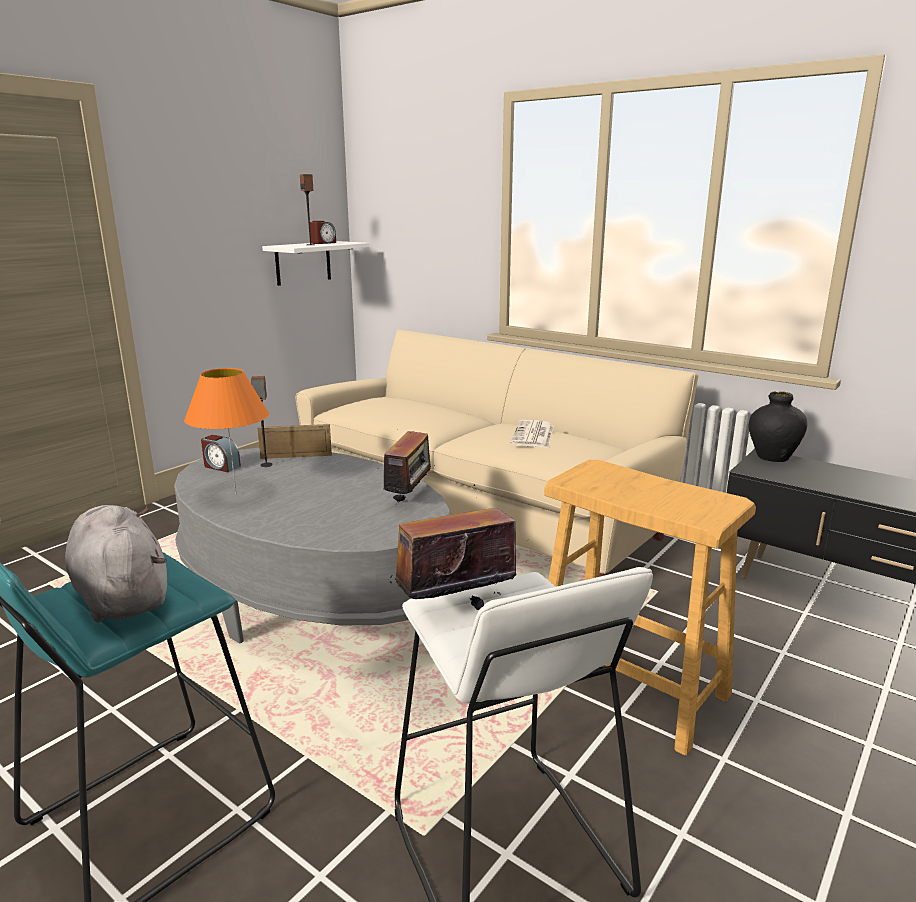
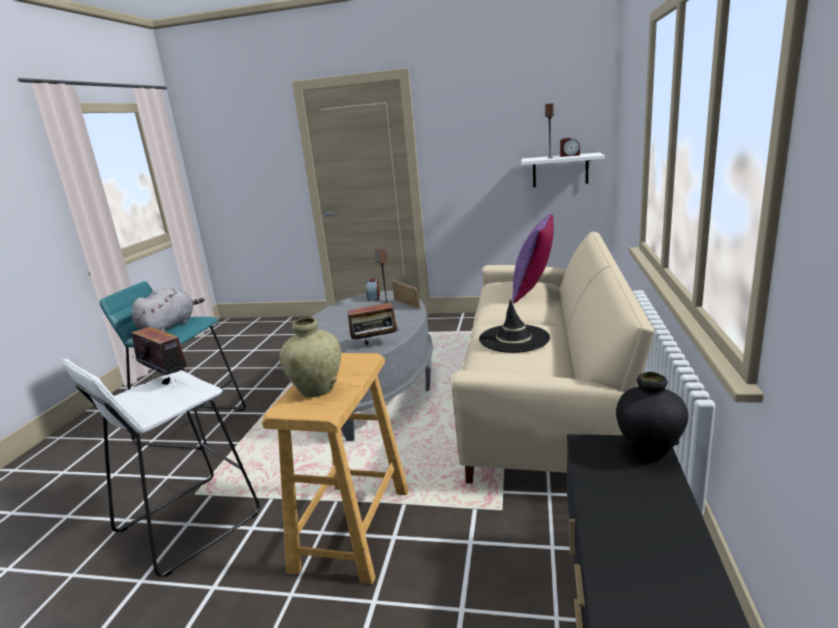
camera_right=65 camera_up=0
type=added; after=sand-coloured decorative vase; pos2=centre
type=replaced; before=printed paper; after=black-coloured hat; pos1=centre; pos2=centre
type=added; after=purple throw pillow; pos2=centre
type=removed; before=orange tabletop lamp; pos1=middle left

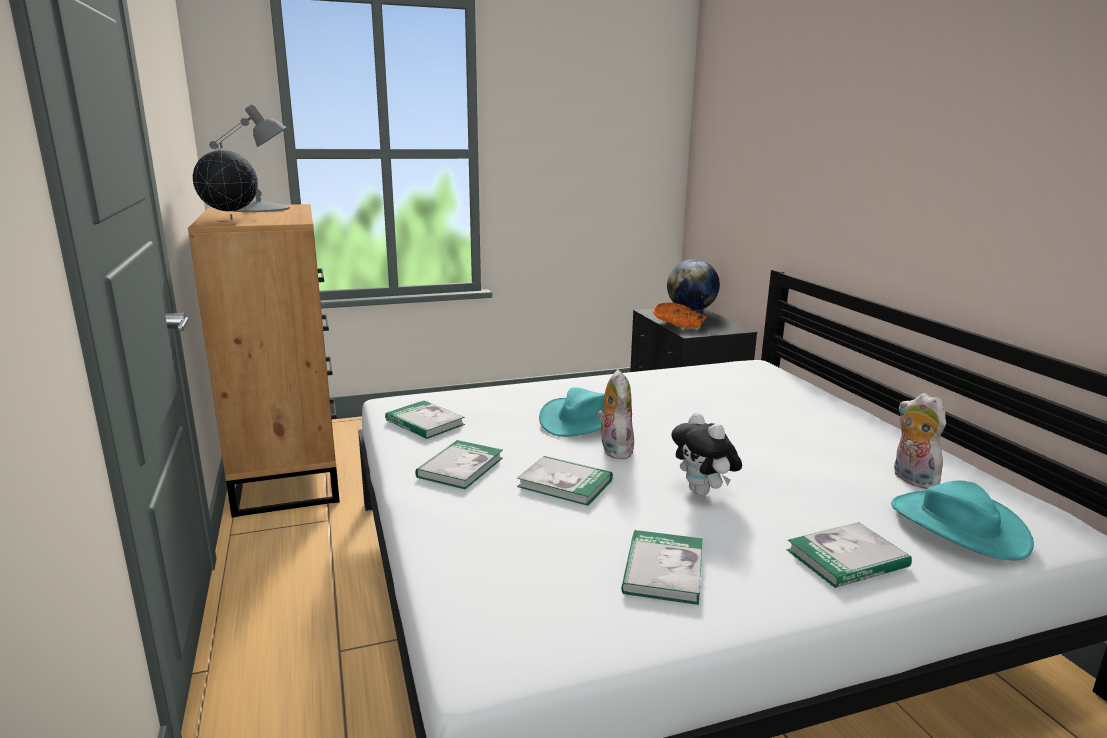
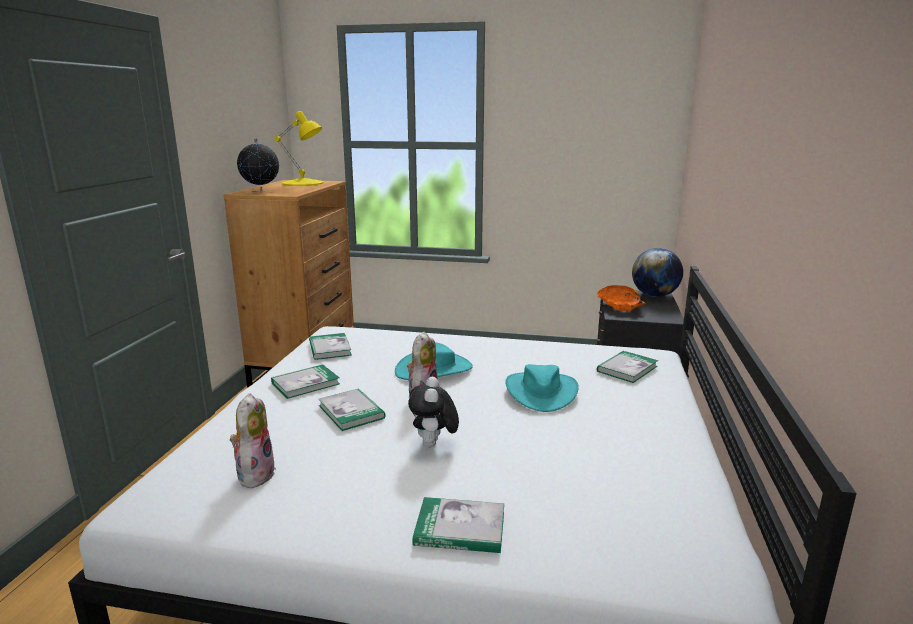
camera_right=30 camera_up=0
type=moved; before=cuddly toy (3rd from left in the first image); after=cuddly toy (1st from left); pos1=middle right; pos2=bottom left
type=recoloured; before=gray tabletop lamp; after=yellowish tabletop lamp; pos1=top left; pos2=top left
type=moved; before=blue-green hat (2nd from left); pos1=bottom right; pos2=centre
type=moved; before=bound book (4th from left in the first image); after=bound book (5th from left); pos1=bottom centre; pos2=middle right

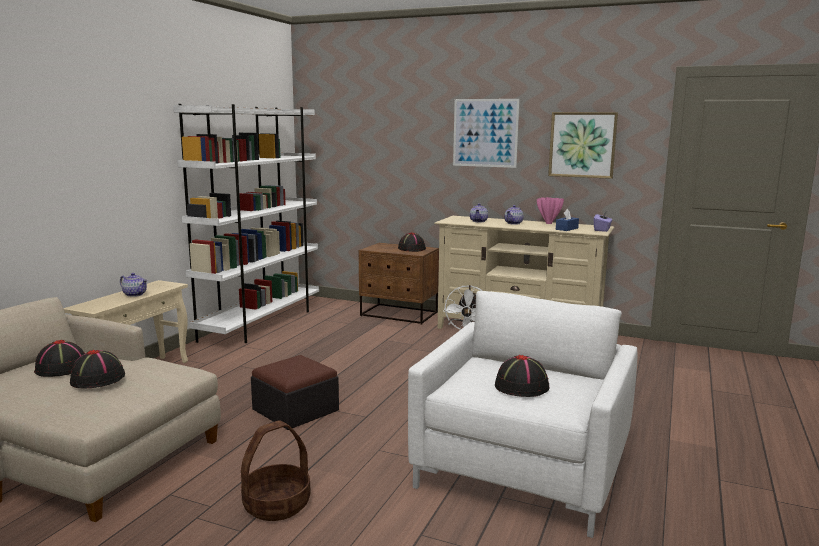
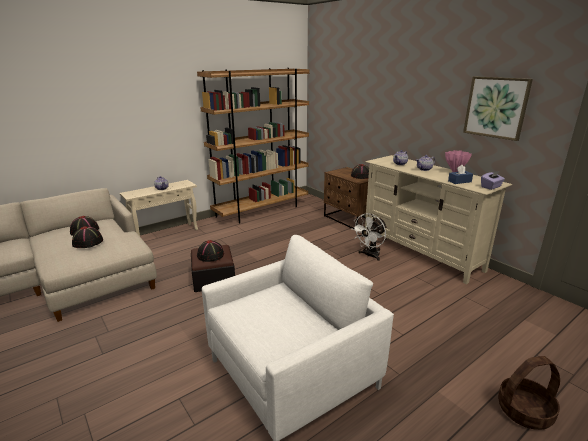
camera_right=30 camera_up=10
type=recoloured; before=whitish bookcase; after=brownish bookcase; pos1=middle left; pos2=top centre
type=moved; before=black-coloured hat (4th from left in the first image); after=black-coloured hat (3rd from left); pos1=bottom centre; pos2=centre
type=moved; before=storage basket; pos1=bottom centre; pos2=bottom right
type=removed; before=wall art (1st from left); pos1=top centre

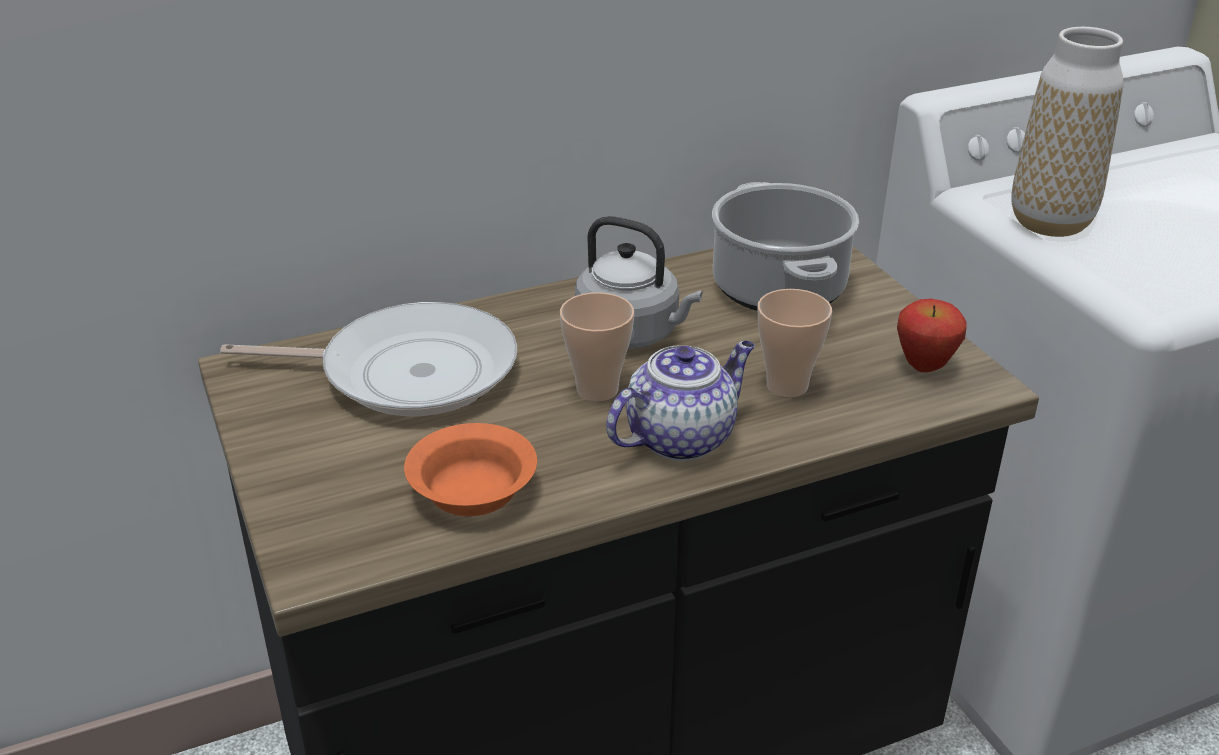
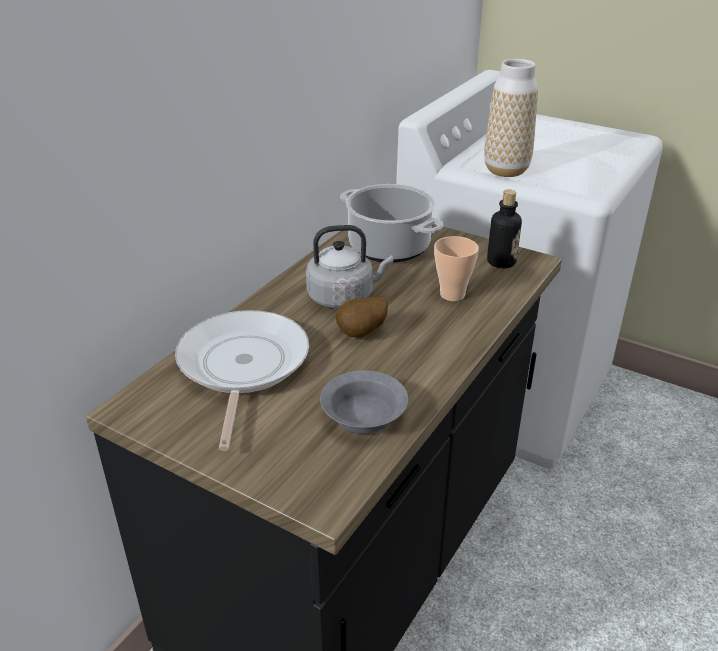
camera_right=-35 camera_up=0
type=turned; before=frying pan; pos1=middle left; pos2=centre; turn=-60
type=recoloured; before=orange bowl; after=gray bowl; pos1=centre; pos2=centre
type=replaced; before=drinking cup (1st from left); after=potato; pos1=centre; pos2=centre
type=replaced; before=whole apple; after=beverage bottle; pos1=middle right; pos2=middle right
type=removed; before=tea pot; pos1=centre

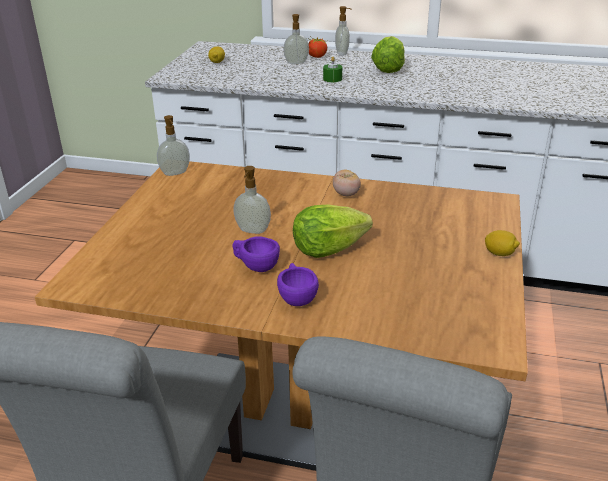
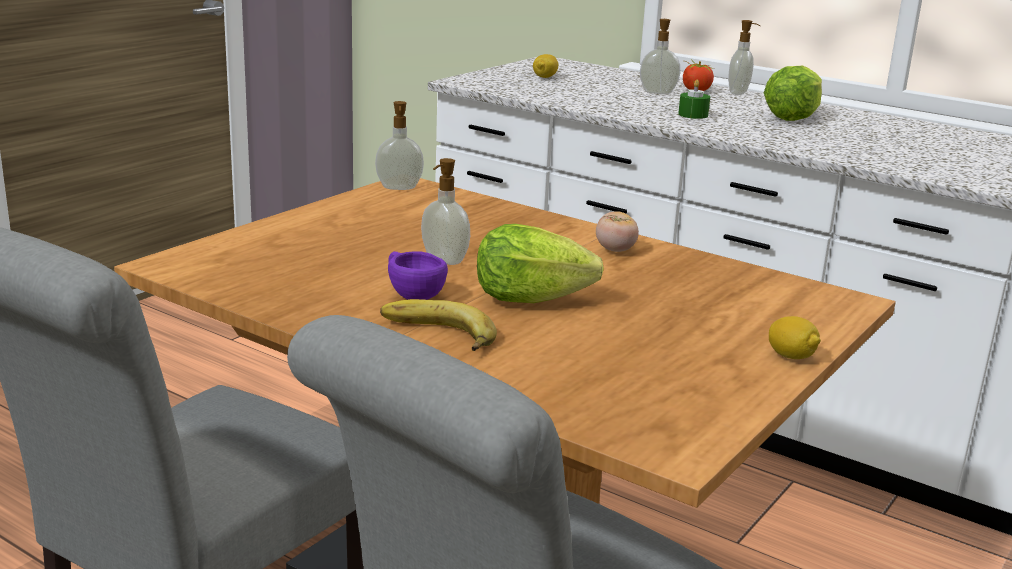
camera_right=20 camera_up=-10
type=replaced; before=purple drinking cup (2nd from left); after=whole banana; pos1=centre; pos2=centre

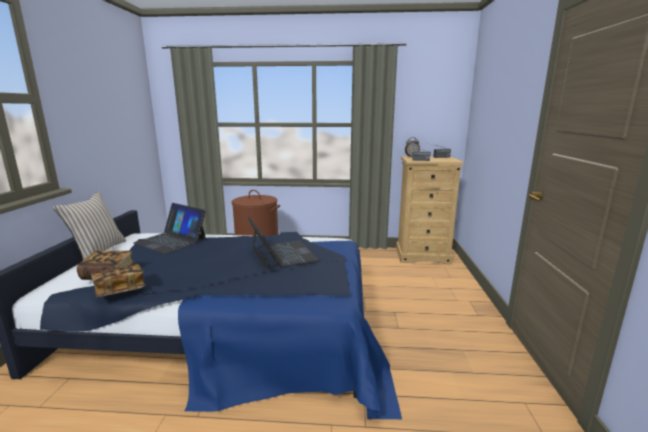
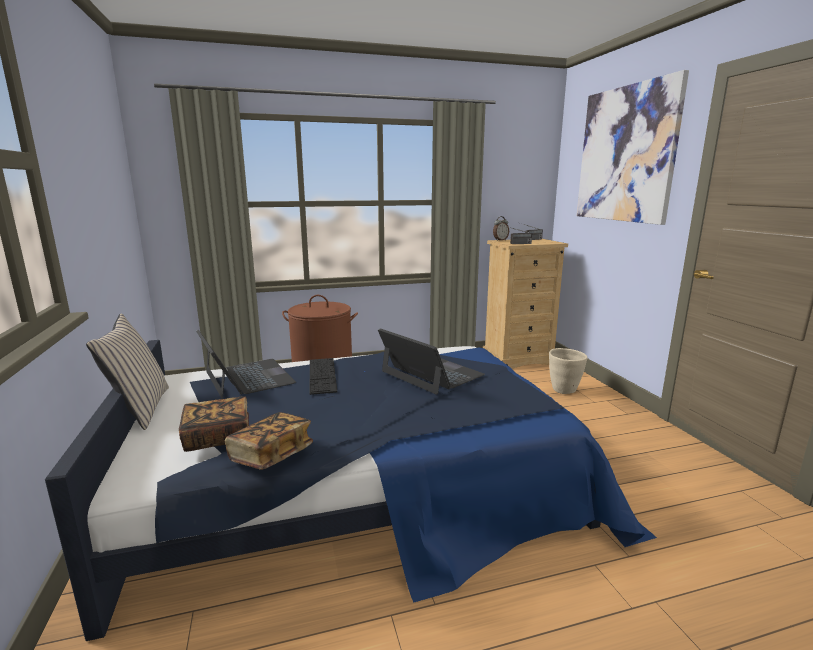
camera_right=-20 camera_up=0
type=turned; before=laptop (1st from left); pos1=middle left; pos2=middle left; turn=-135
type=added; after=computer keyboard; pos2=centre
type=added; after=sand-coloured flower pot; pos2=middle right
type=added; after=wall art; pos2=top right

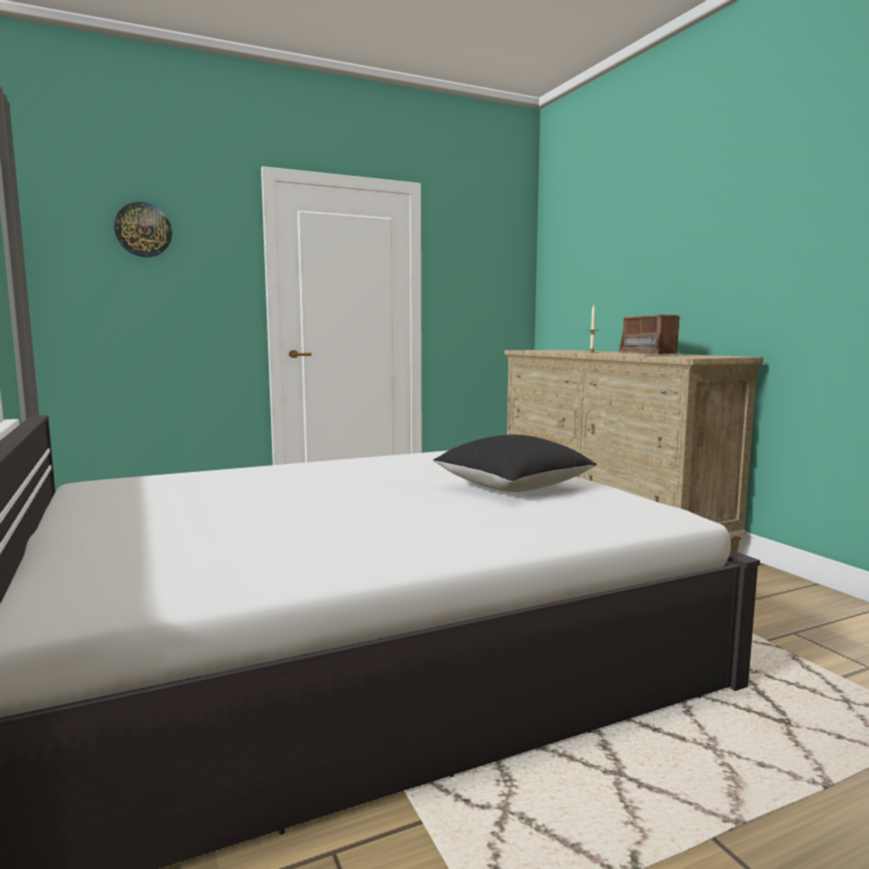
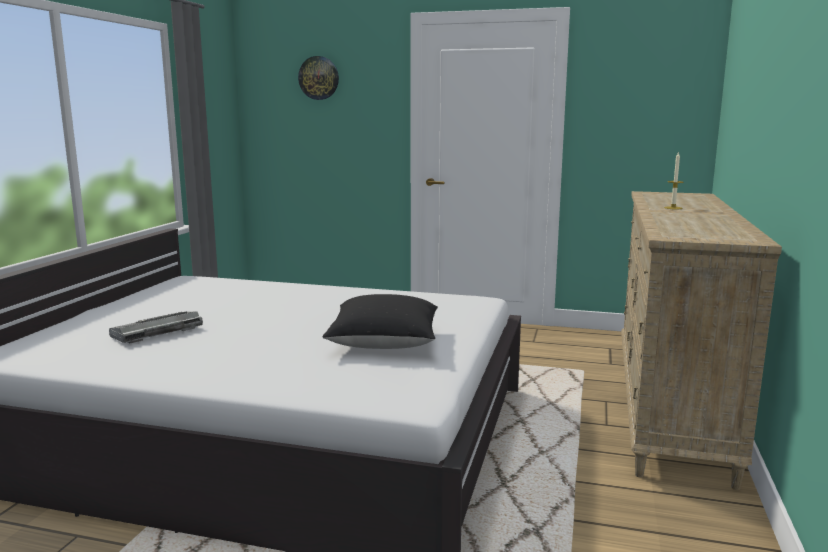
camera_right=40 camera_up=5
type=added; after=computer keyboard; pos2=middle left
type=removed; before=radio receiver; pos1=middle right

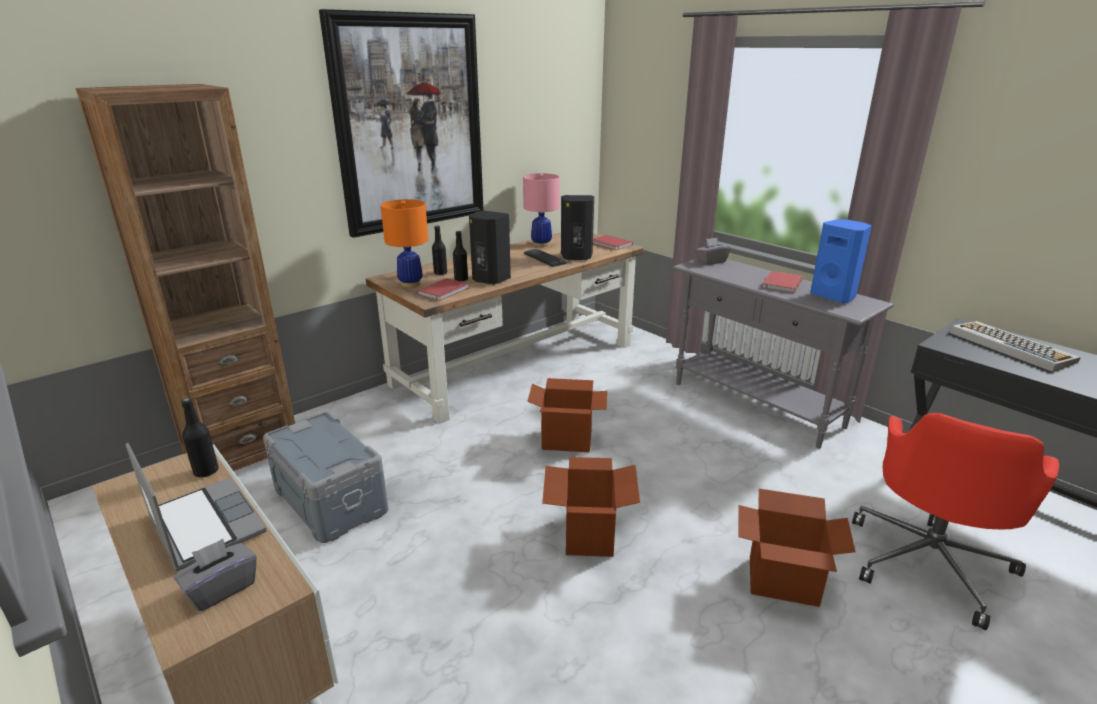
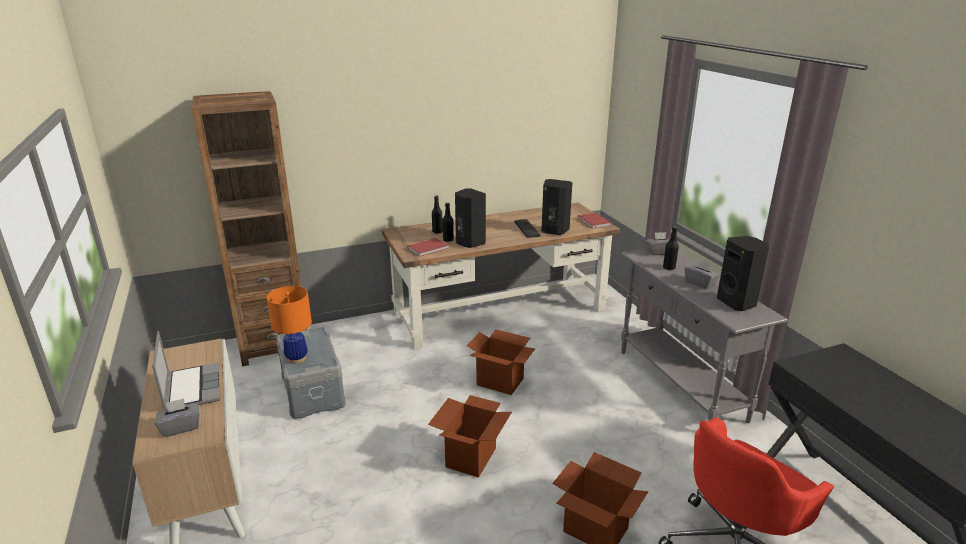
camera_right=20 camera_up=0
type=moved; before=orange tabletop lamp; pos1=centre; pos2=middle left
type=moved; before=black-coloured beverage bottle (1st from left in the first image); after=black-coloured beverage bottle (3rd from left); pos1=middle left; pos2=middle right
type=replaced; before=red-coloured bound book (3rd from left); after=gray box of tissues (3rd from left); pos1=middle right; pos2=middle right
type=recoloured; before=bluish speaker; after=black-coloured speaker (3rd from left); pos1=middle right; pos2=middle right
type=removed; before=wall art; pos1=top centre
type=removed; before=pink tabletop lamp; pos1=top centre
type=removed; before=computer keyboard (2nd from left); pos1=middle right

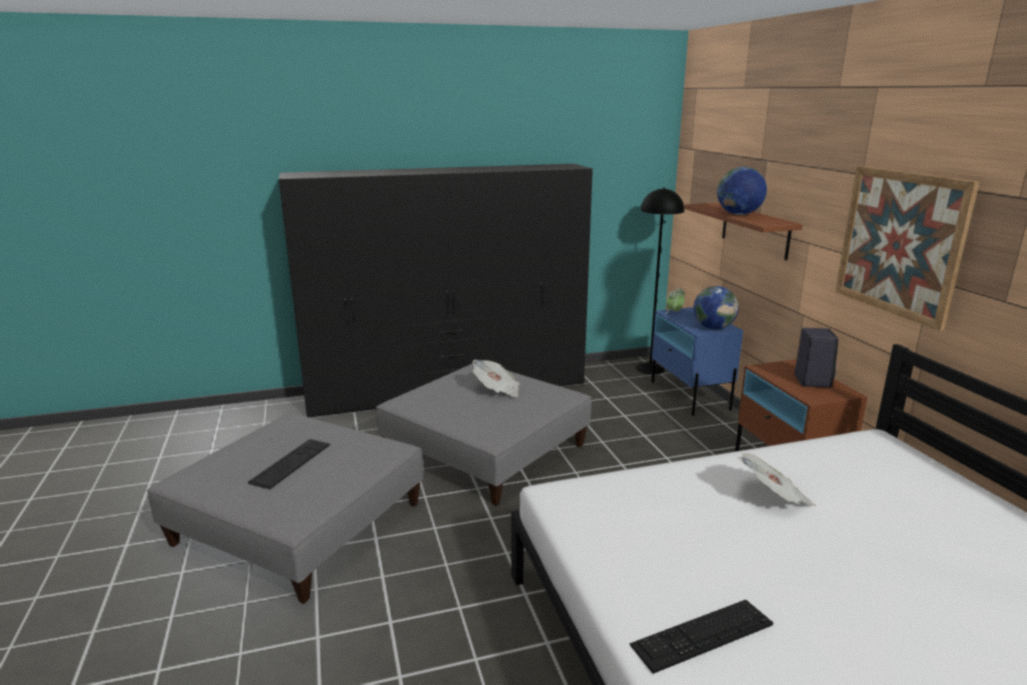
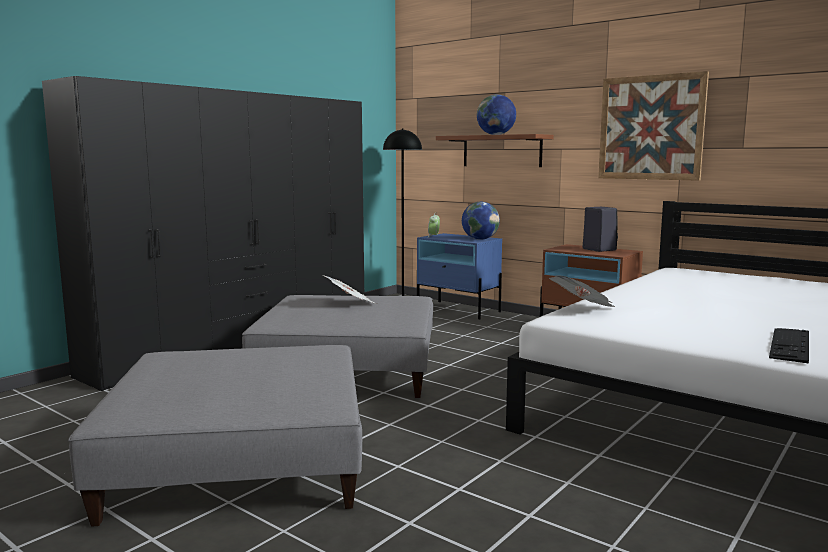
camera_right=-35 camera_up=-10
type=moved; before=printed paper (2nd from left); pos1=bottom right; pos2=middle right
type=removed; before=computer keyboard (1st from left); pos1=bottom left

